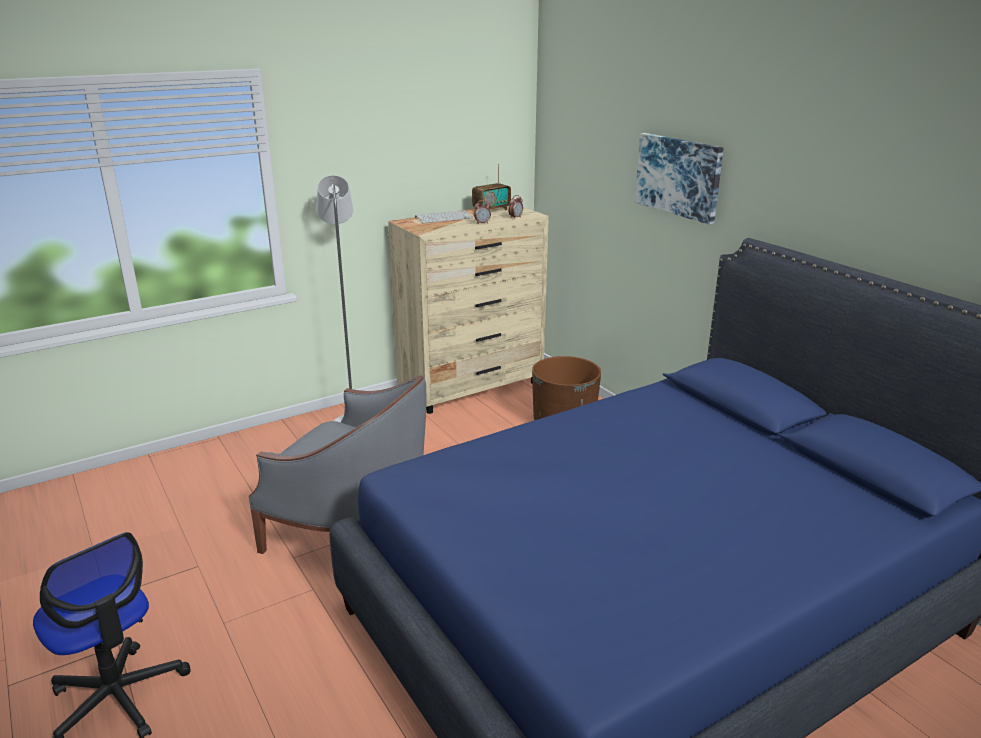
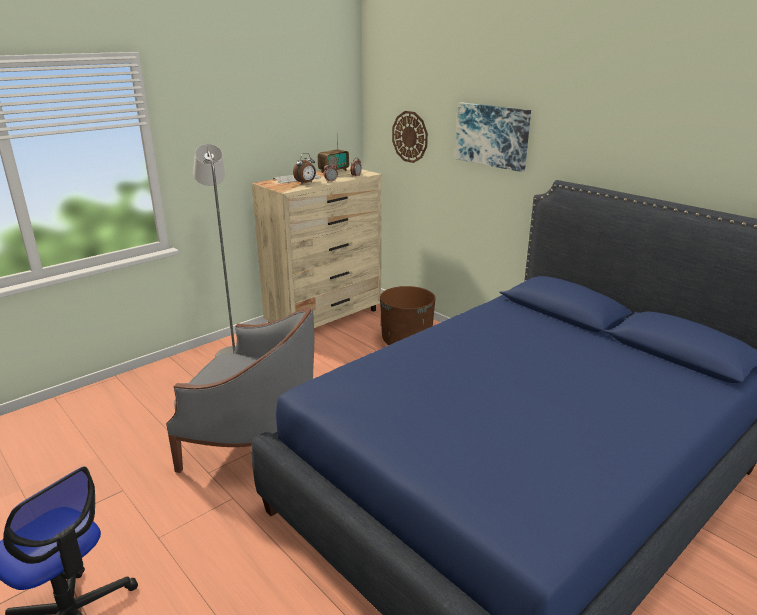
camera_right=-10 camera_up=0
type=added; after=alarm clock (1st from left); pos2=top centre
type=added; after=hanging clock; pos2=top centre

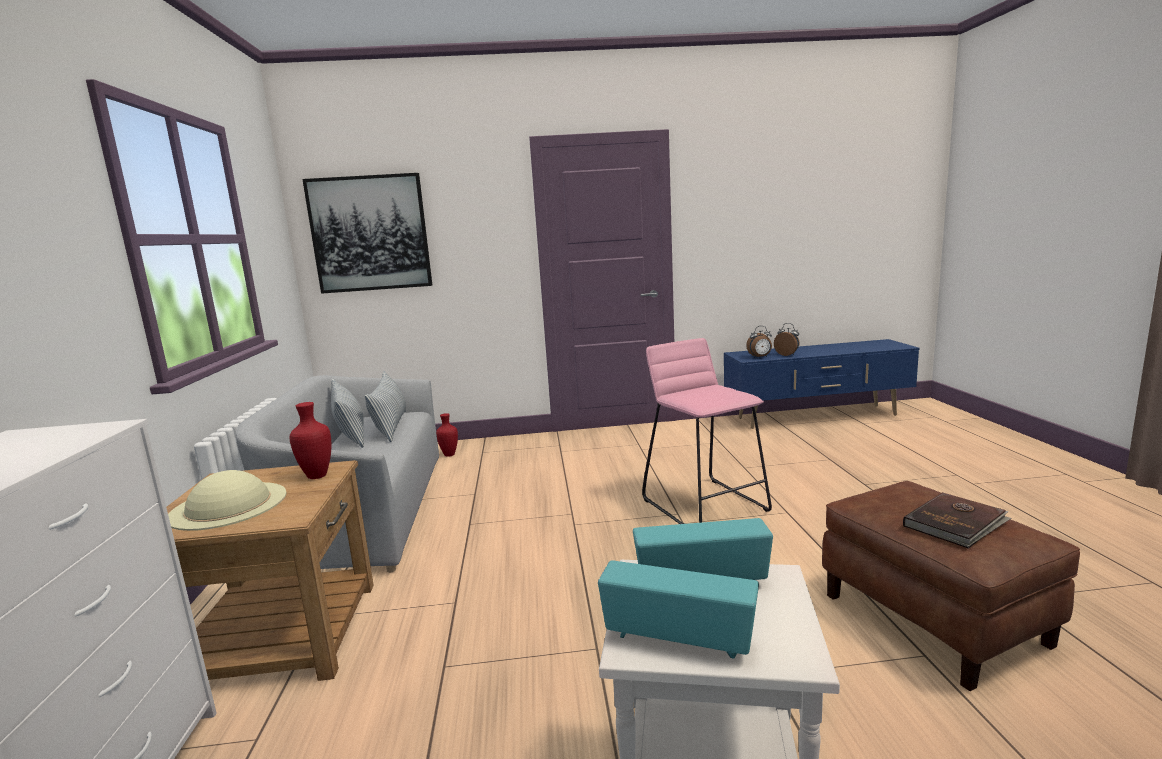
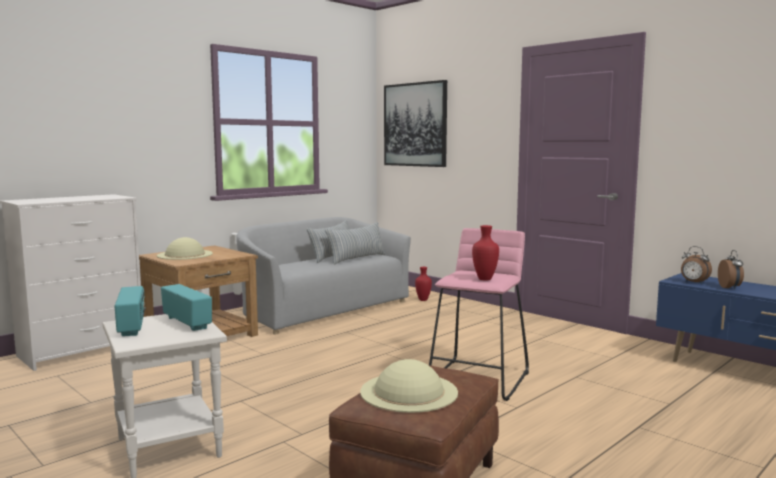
camera_right=50 camera_up=-5
type=replaced; before=brownish bound book; after=sand-coloured hat (2nd from left); pos1=bottom right; pos2=bottom centre
type=moved; before=red-coloured decorative vase (1st from left in the first image); after=red-coloured decorative vase (2nd from left); pos1=middle left; pos2=centre

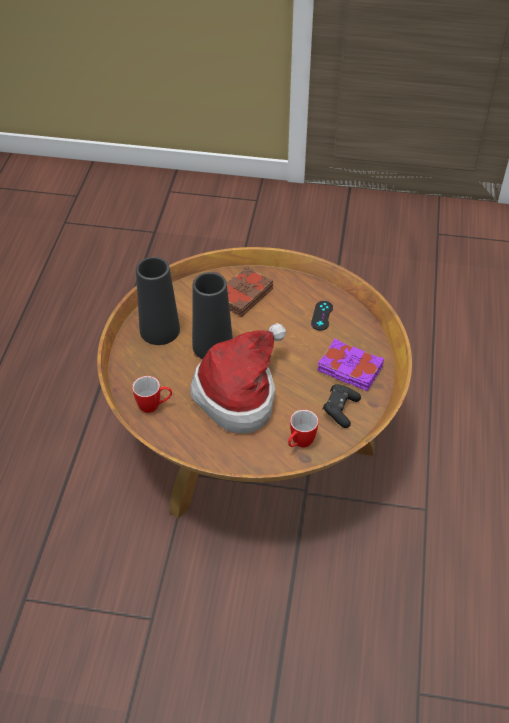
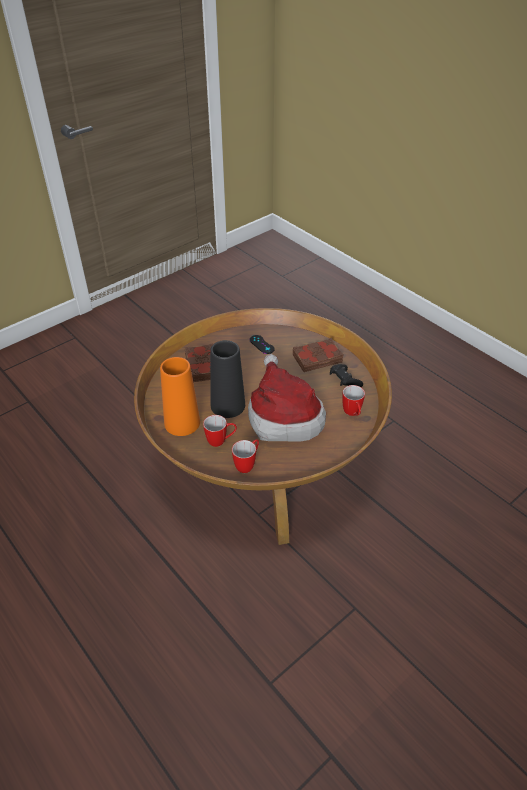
camera_right=-50 camera_up=-5
type=recoloured; before=black-coloured decorative vase (1st from left); after=orange decorative vase; pos1=middle left; pos2=centre
type=added; after=tea mug (1st from left); pos2=centre
type=recoloured; before=purple bound book; after=brownish bound book (2nd from left); pos1=middle right; pos2=centre

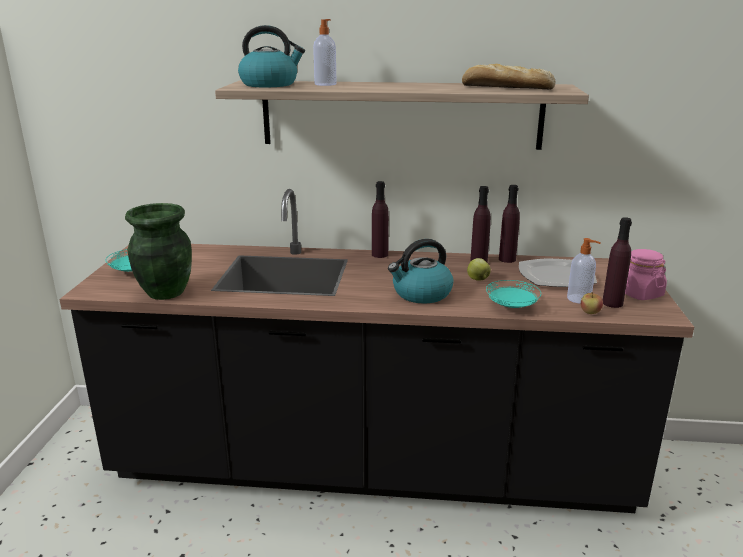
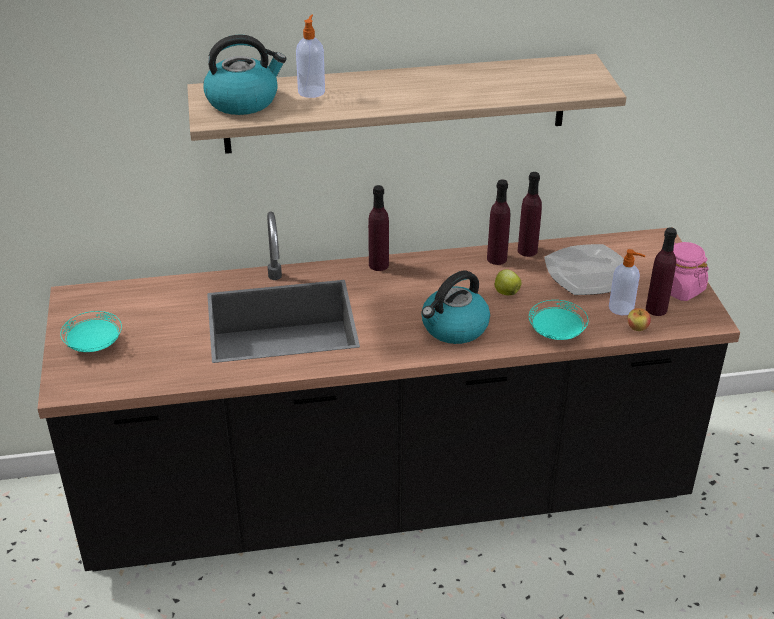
camera_right=-15 camera_up=15
type=removed; before=green-coloured decorative vase; pos1=middle left
type=removed; before=bakery bread; pos1=top right

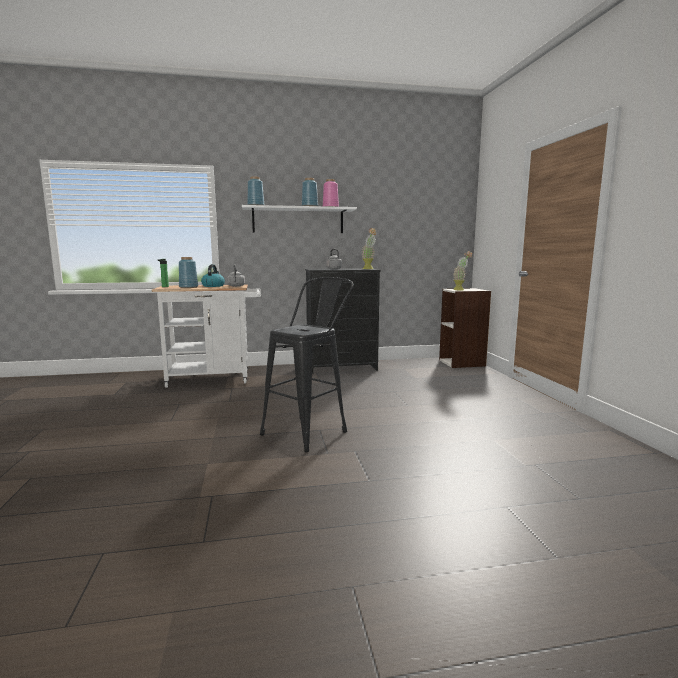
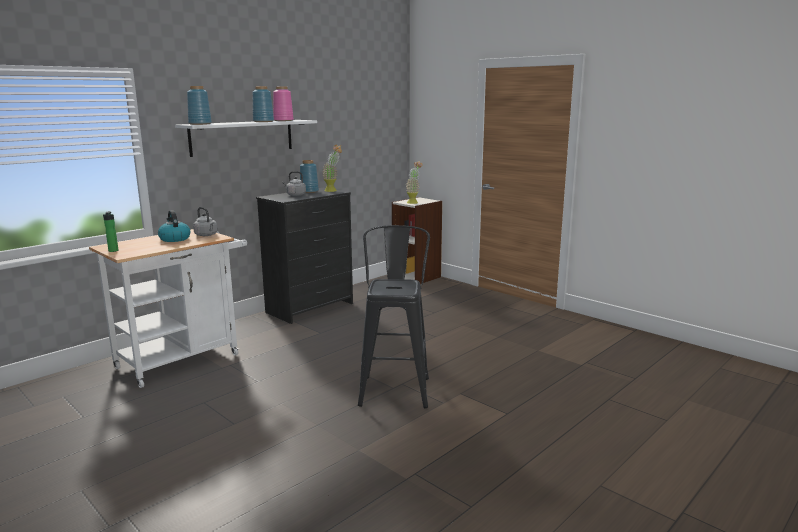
camera_right=-35 camera_up=5
type=moved; before=bluish decorative vase (1st from left in the first image); after=bluish decorative vase (3rd from left); pos1=middle left; pos2=top centre

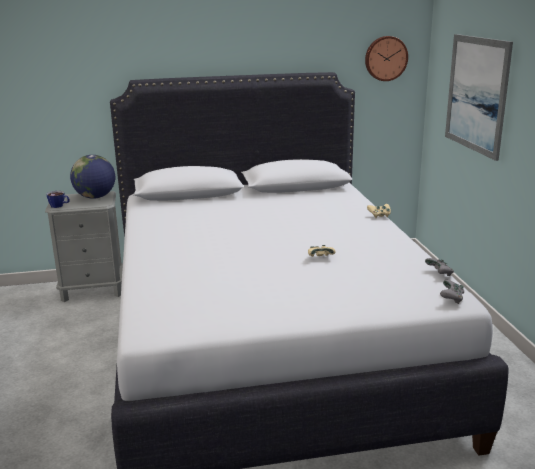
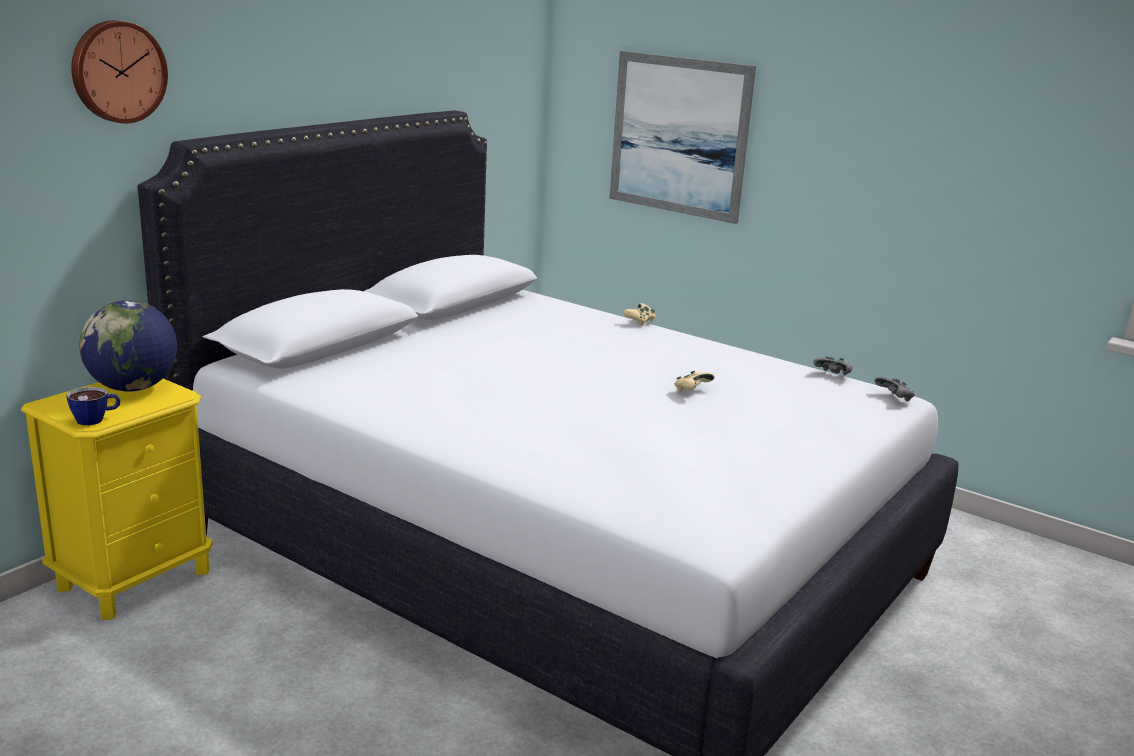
camera_right=-45 camera_up=0
type=recoloured; before=gray nightstand; after=yellowish nightstand; pos1=middle left; pos2=middle left
type=moved; before=hanging clock; pos1=top right; pos2=top left

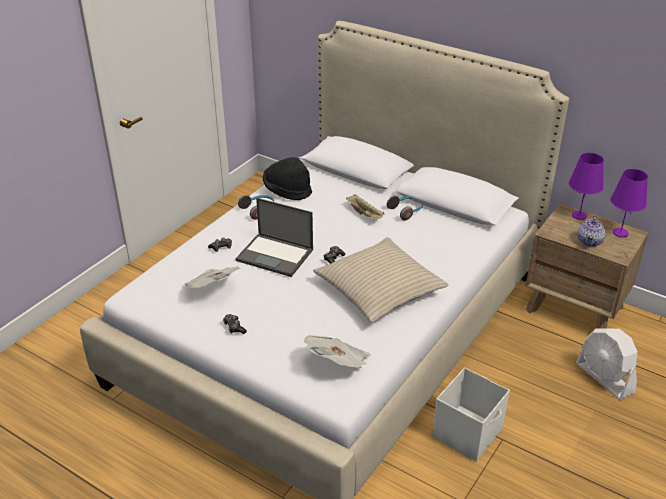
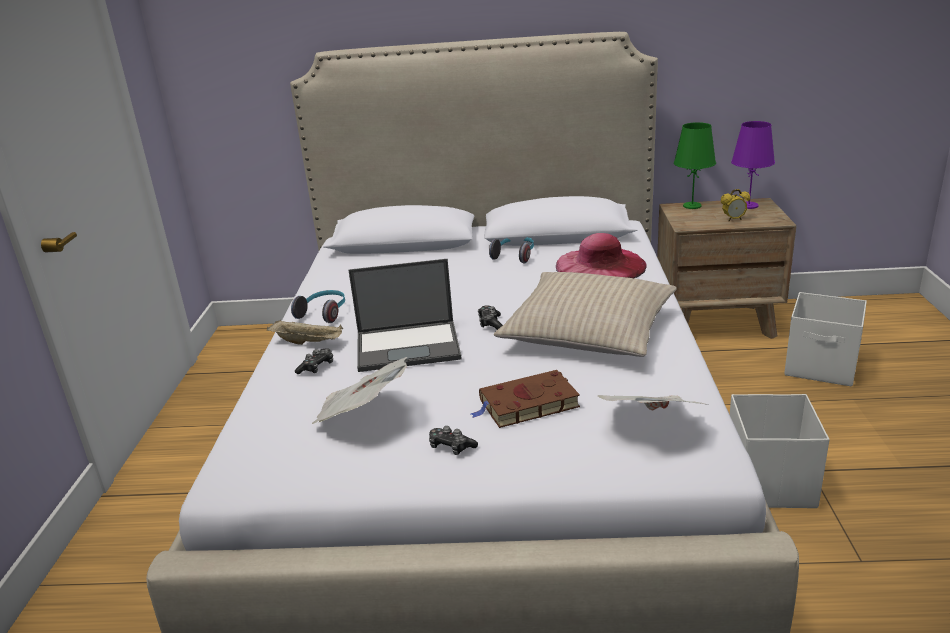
camera_right=-30 camera_up=-10
type=moved; before=sand-coloured carrying tray; pos1=centre; pos2=middle left
type=added; after=brownish bound book; pos2=centre
type=added; after=pink hat; pos2=centre
type=recoloured; before=purple tabletop lamp (1st from left); after=green-coloured tabletop lamp; pos1=middle right; pos2=top right
type=replaced; before=tea pot; after=alarm clock; pos1=middle right; pos2=top right
type=replaced; before=whitish fan; after=whitish storage bin (2nd from left); pos1=bottom right; pos2=middle right
type=removed; before=black-coloured hat; pos1=centre

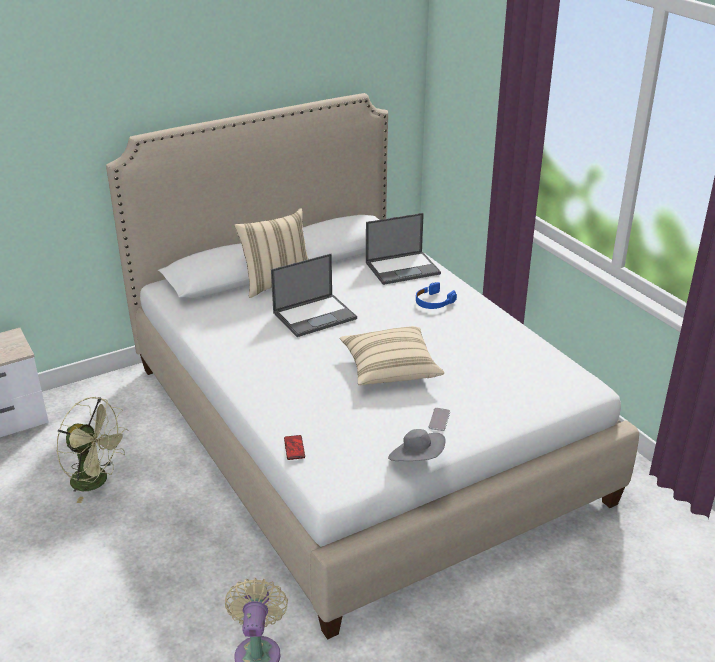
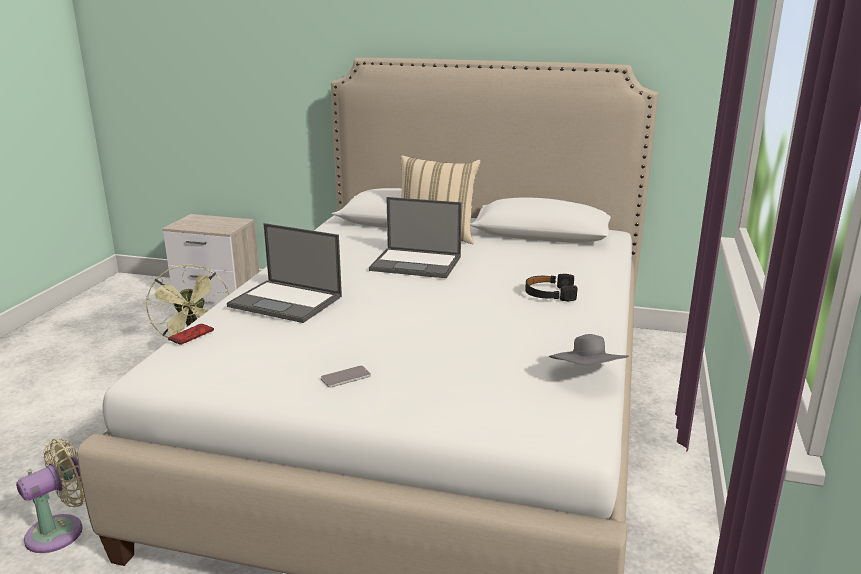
camera_right=45 camera_up=-10
type=moved; before=laptop (2nd from left in the first image); after=laptop (1st from left); pos1=centre; pos2=middle left
type=recoloured; before=bluish headphones; after=black-coloured headphones; pos1=centre; pos2=centre
type=moved; before=gray hat; pos1=bottom centre; pos2=middle right
type=removed; before=sand-coloured throw pillow (2nd from left); pos1=centre

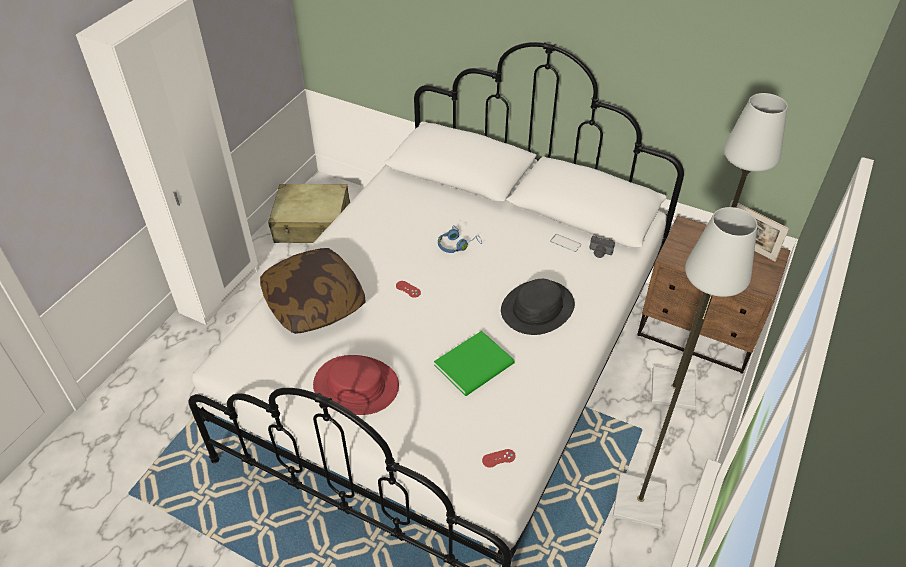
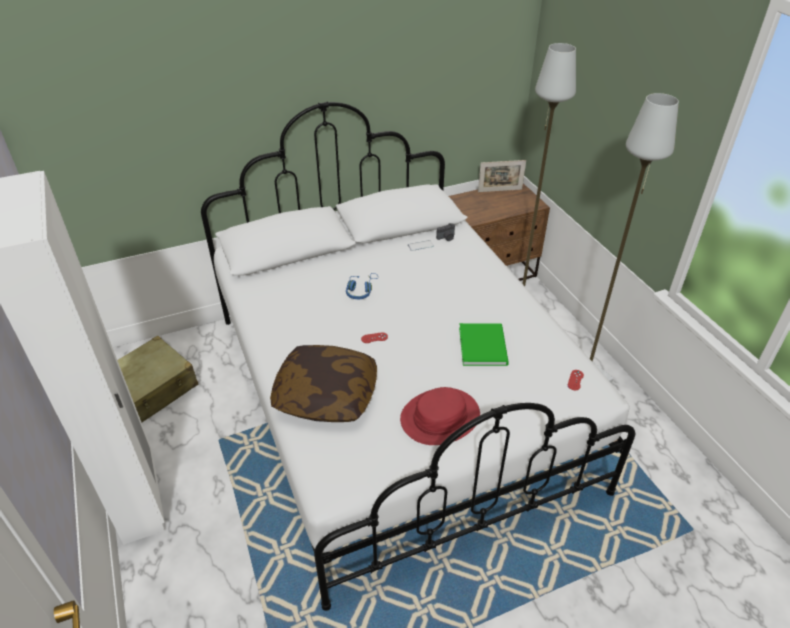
camera_right=-50 camera_up=-5
type=removed; before=black-coloured hat; pos1=centre

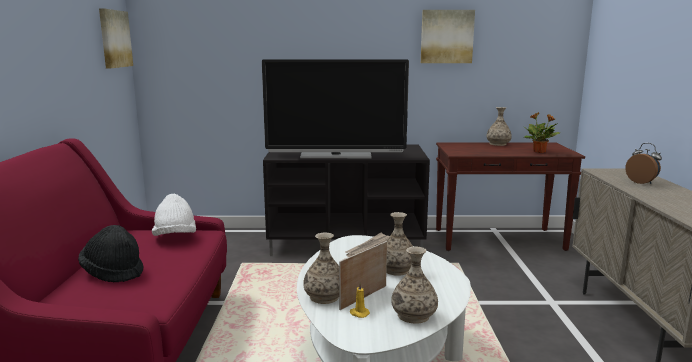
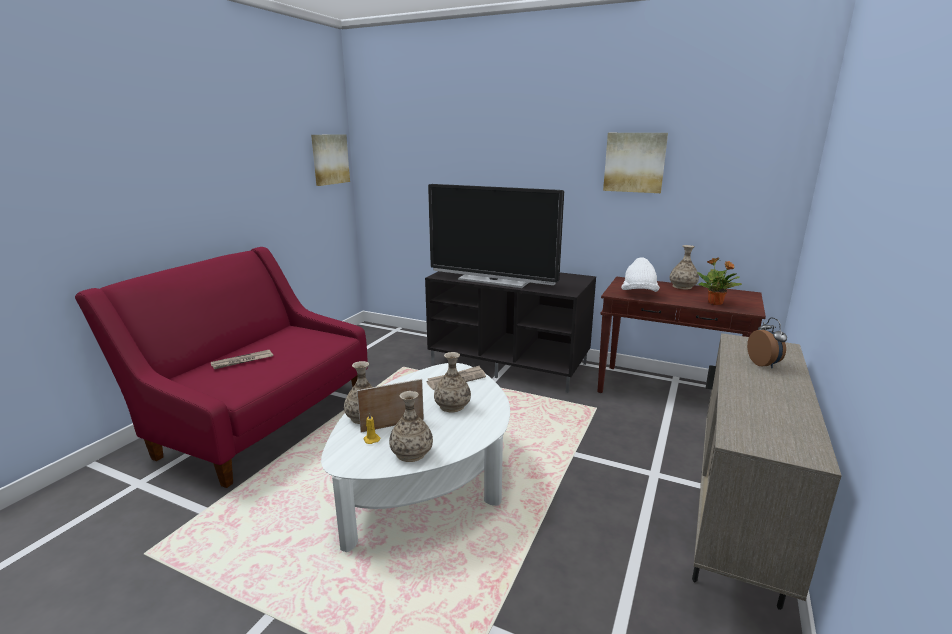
camera_right=25 camera_up=5
type=replaced; before=black-coloured hat; after=printed paper (1st from left); pos1=bottom left; pos2=middle left
type=moved; before=whitish hat; pos1=middle left; pos2=middle right

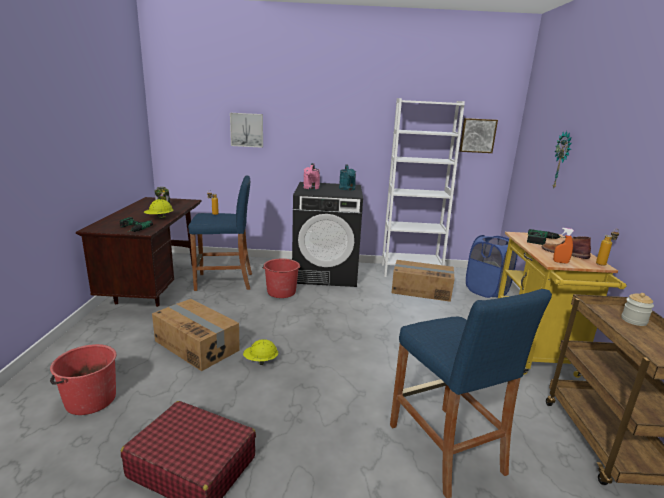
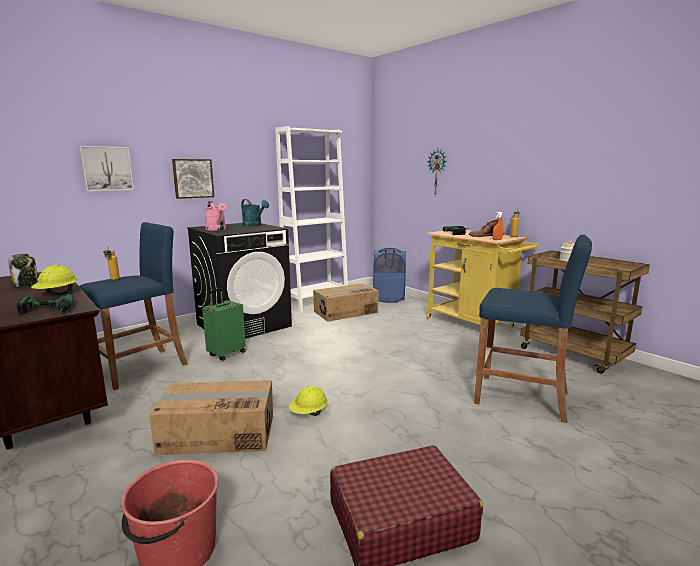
camera_right=-40 camera_up=-5
type=moved; before=wall art (2nd from left); pos1=top right; pos2=top left
type=replaced; before=red-coloured water bucket (2nd from left); after=green-coloured suitcase; pos1=centre; pos2=middle left

